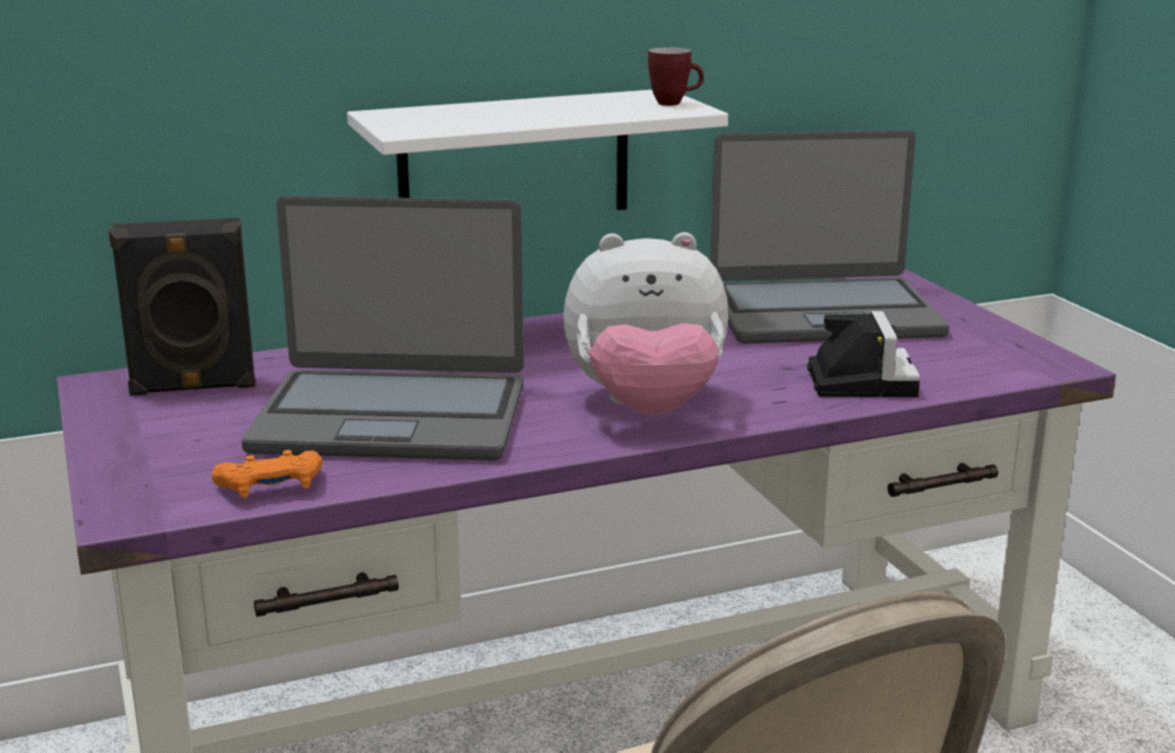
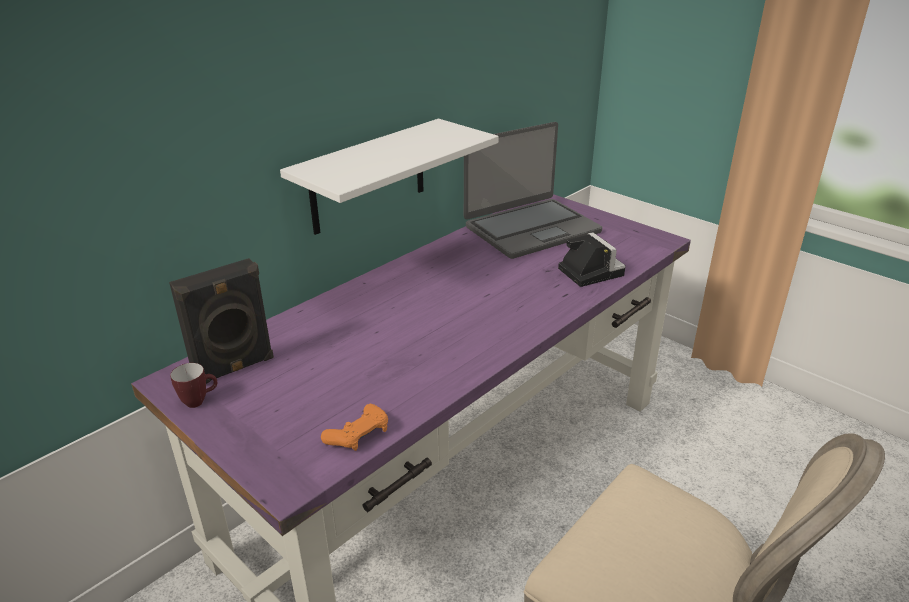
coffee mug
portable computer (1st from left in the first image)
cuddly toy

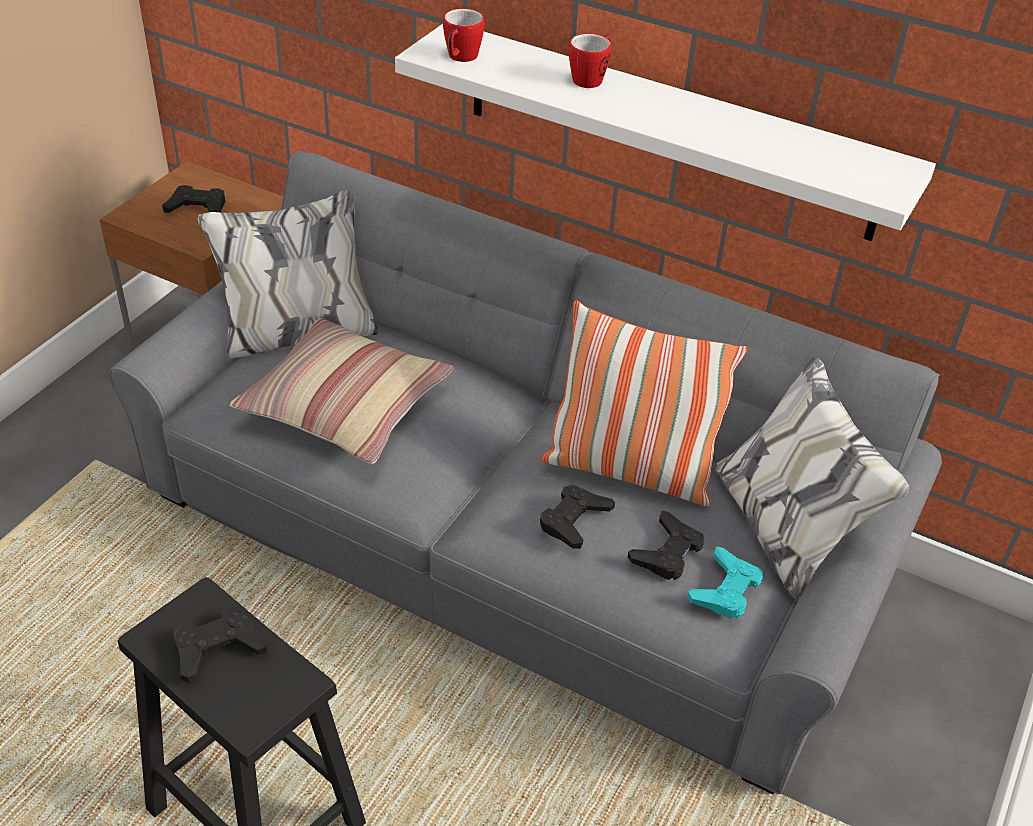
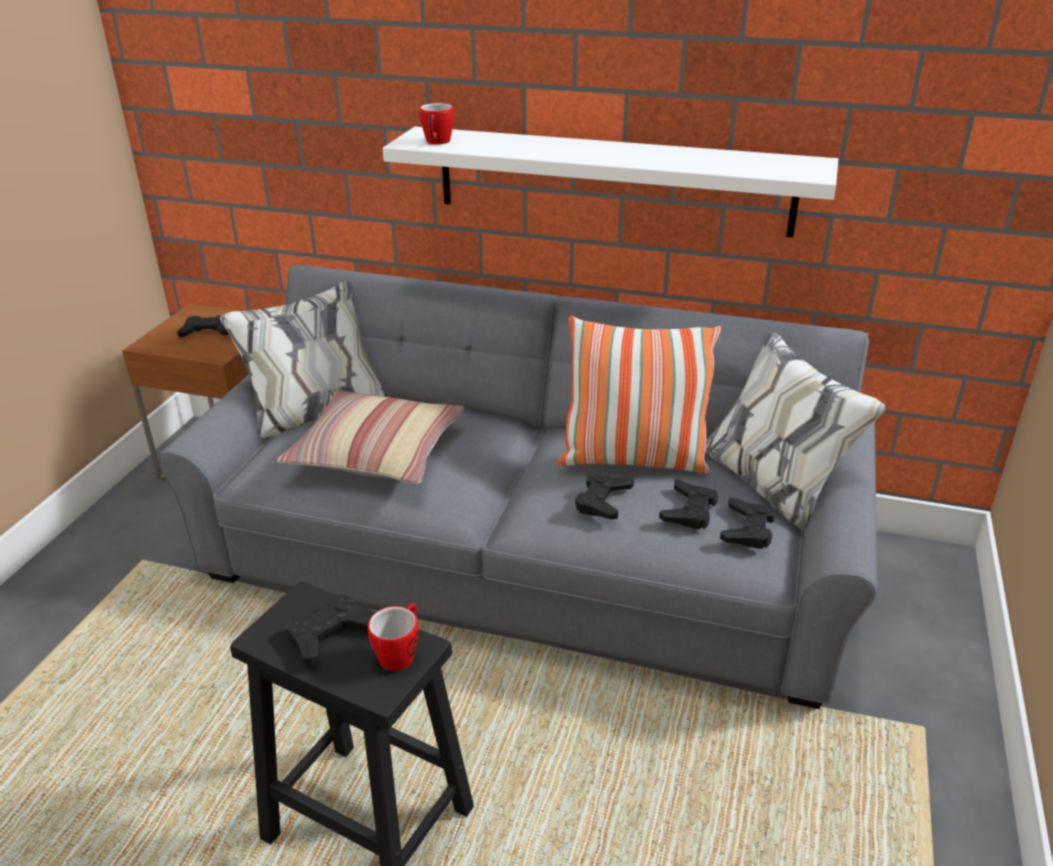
coffee mug (1st from left)
gamepad in black-coloured (5th from left)

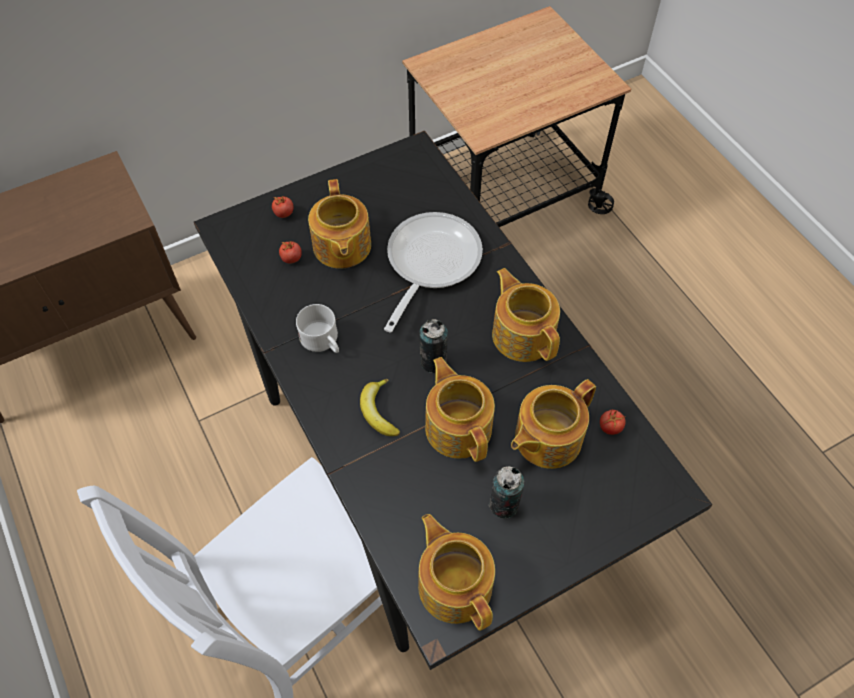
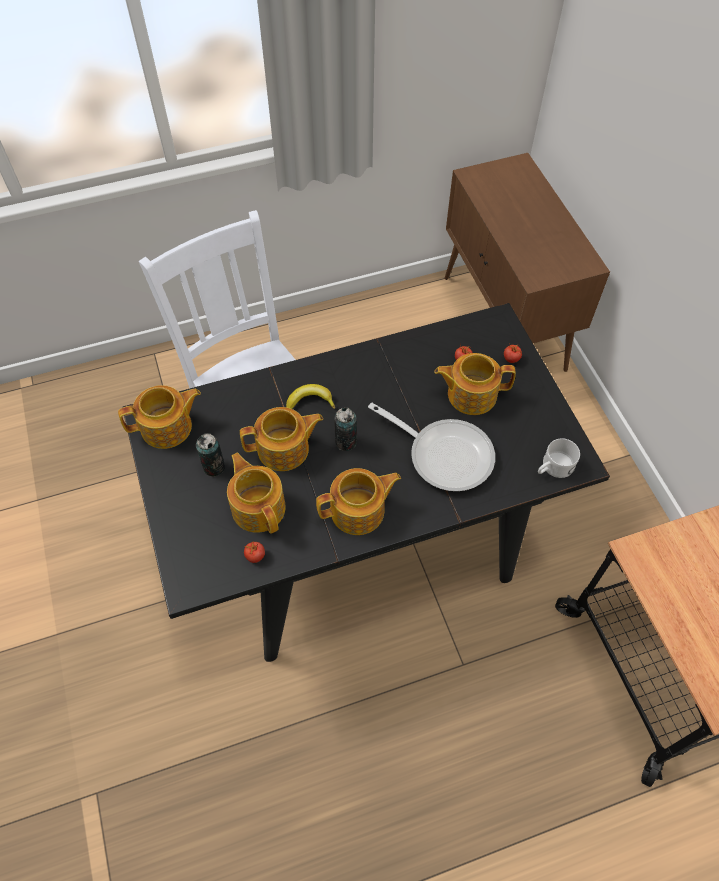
coffee mug in white

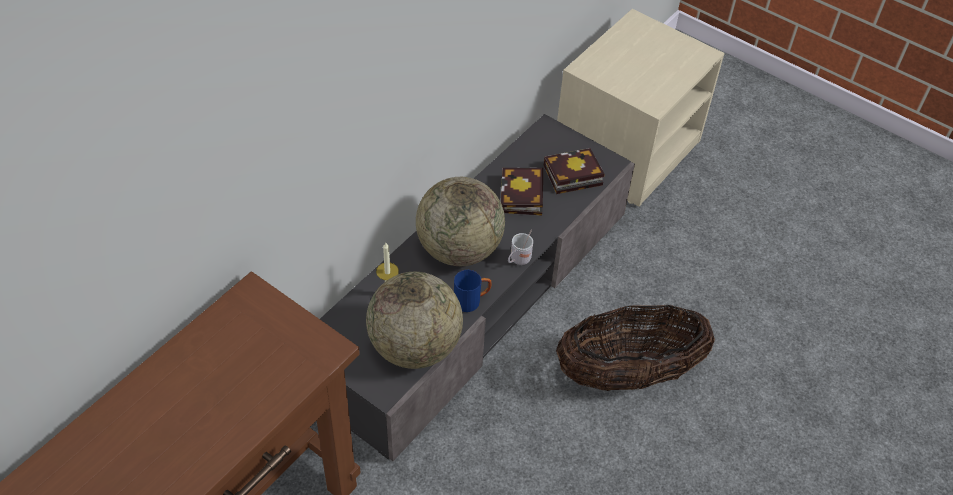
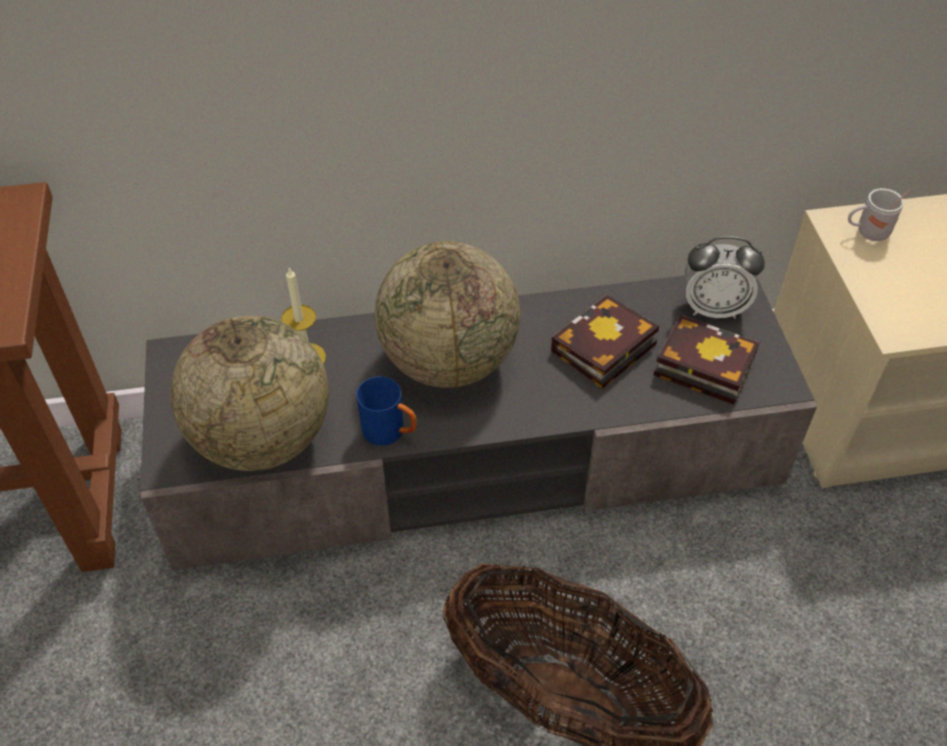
coffee mug in white
alarm clock

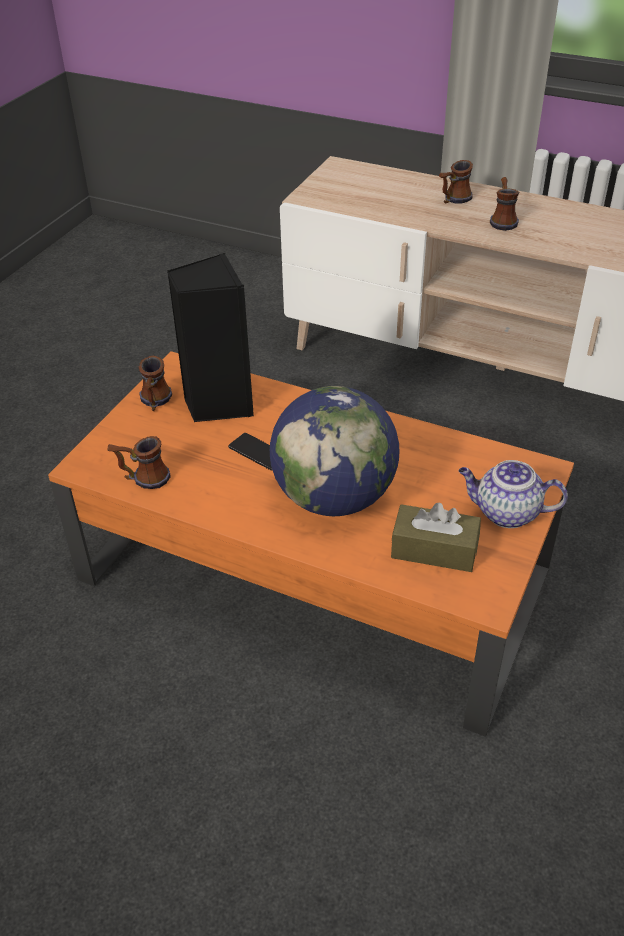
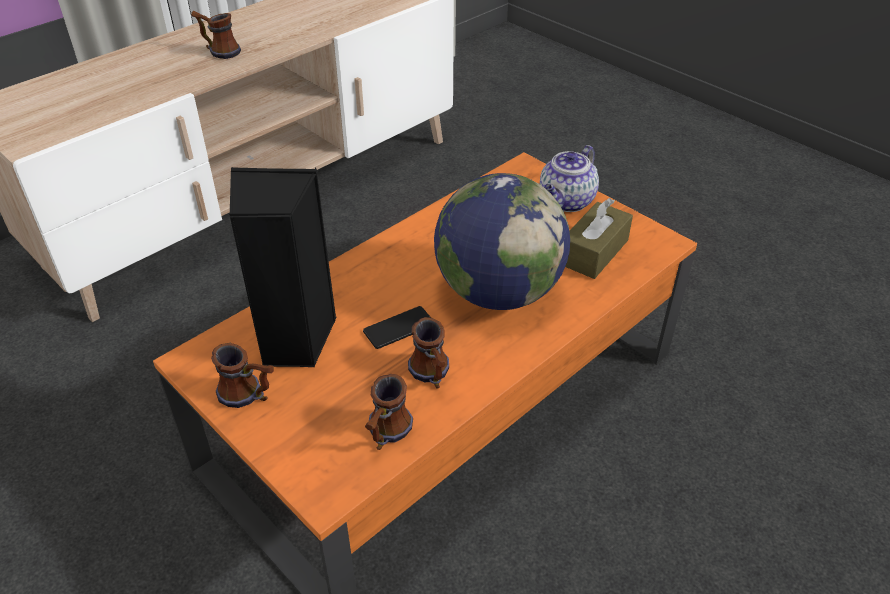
coffee mug (4th from left)

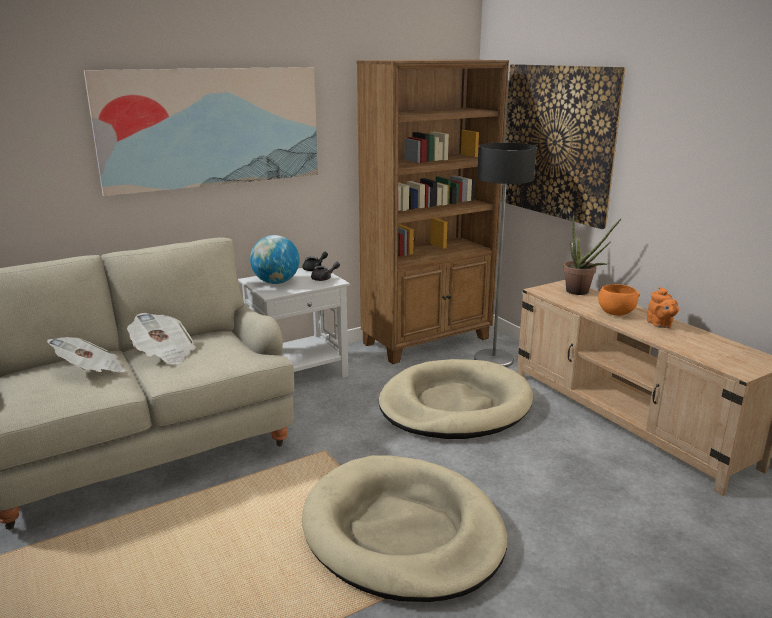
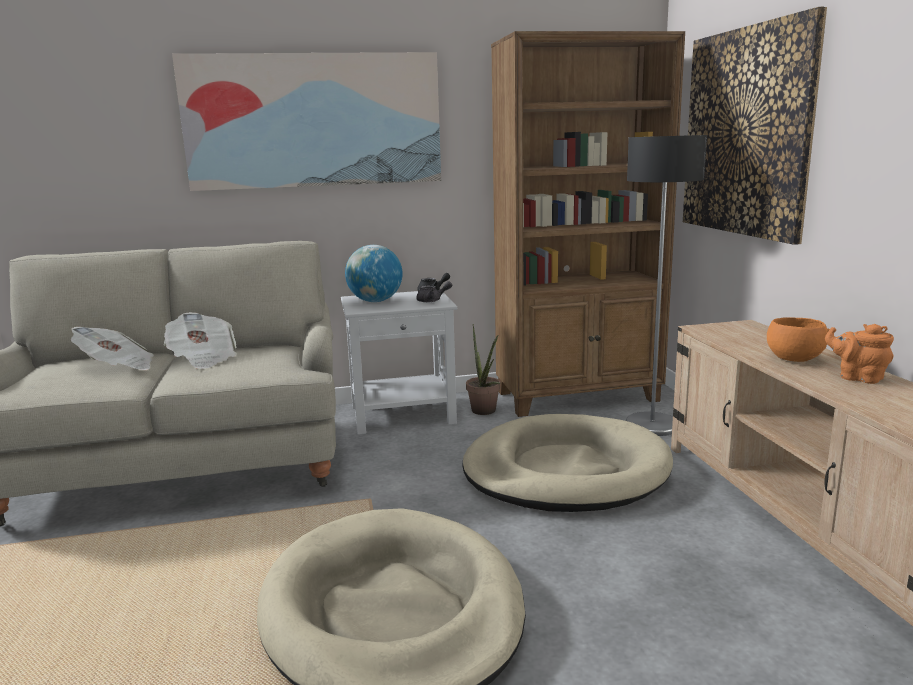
potted plant
teapot in orange

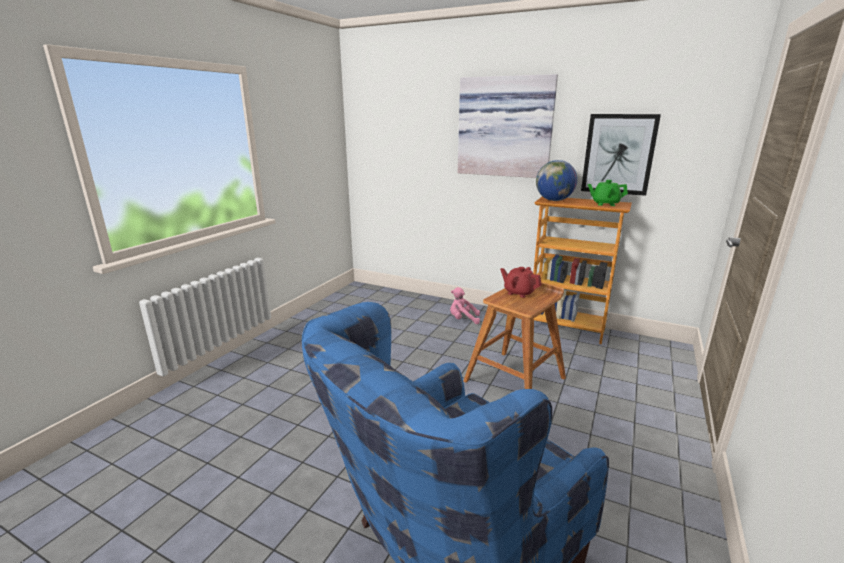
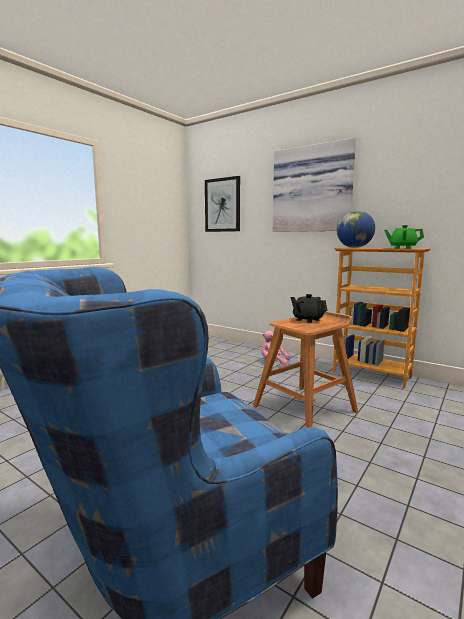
wall picture (1st from left)
teapot in black-coloured

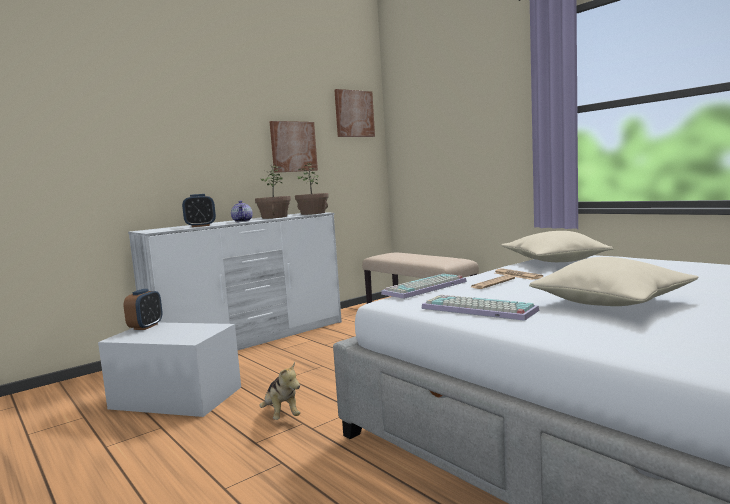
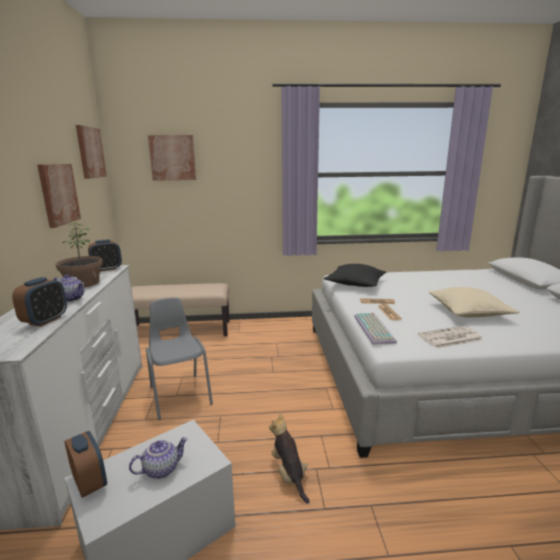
alarm clock (3rd from left)
cushion in black-coloured
printed paper (3rd from left)
cuddly toy
wall picture (3rd from left)
plain chair in gray
teapot (2nd from left)

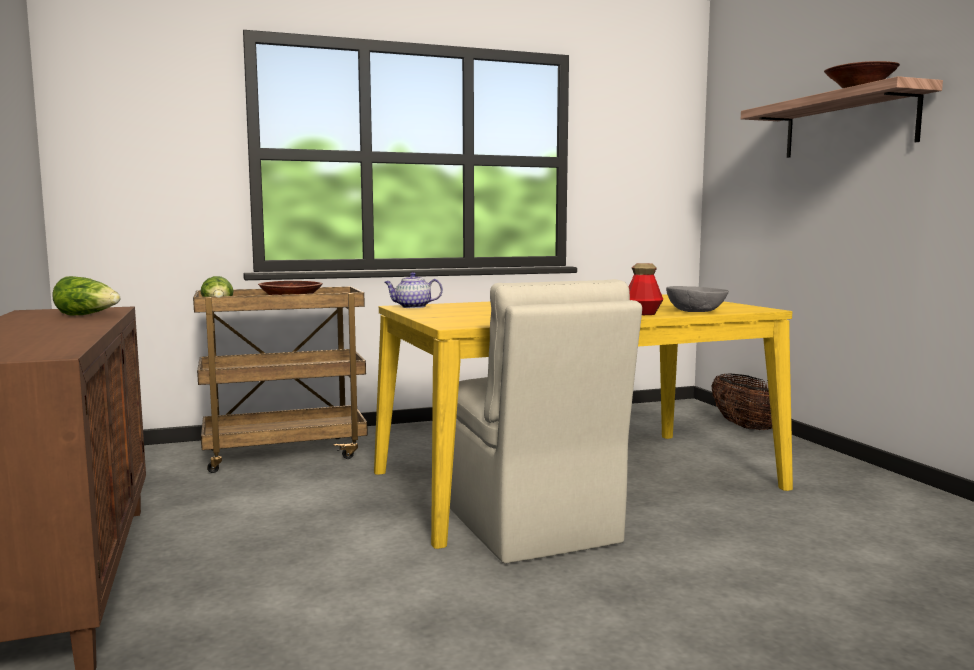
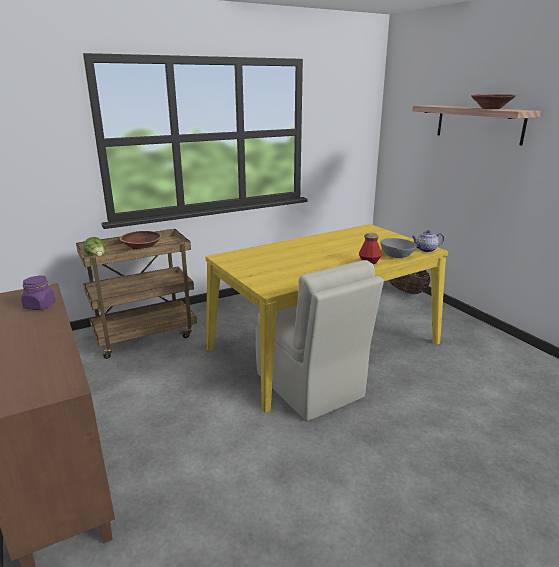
teapot
storage jar in purplish

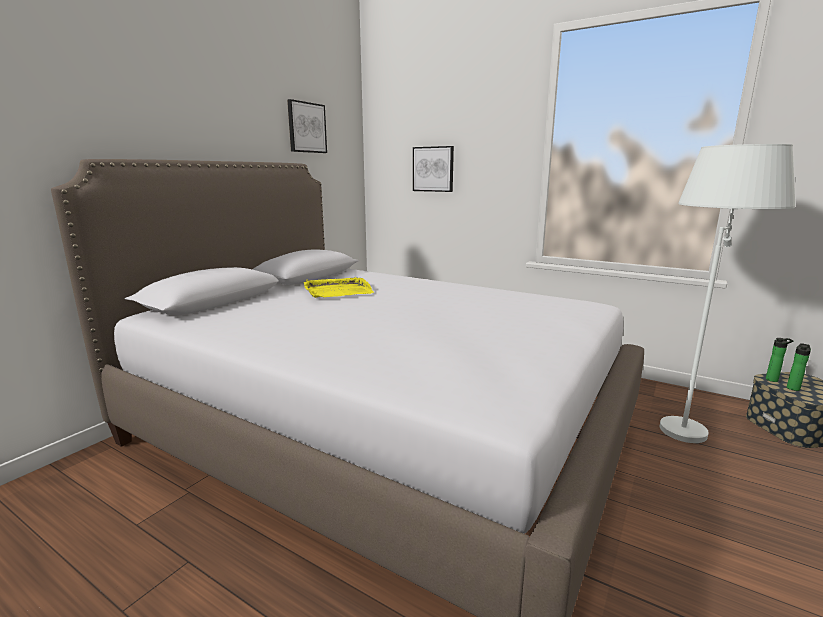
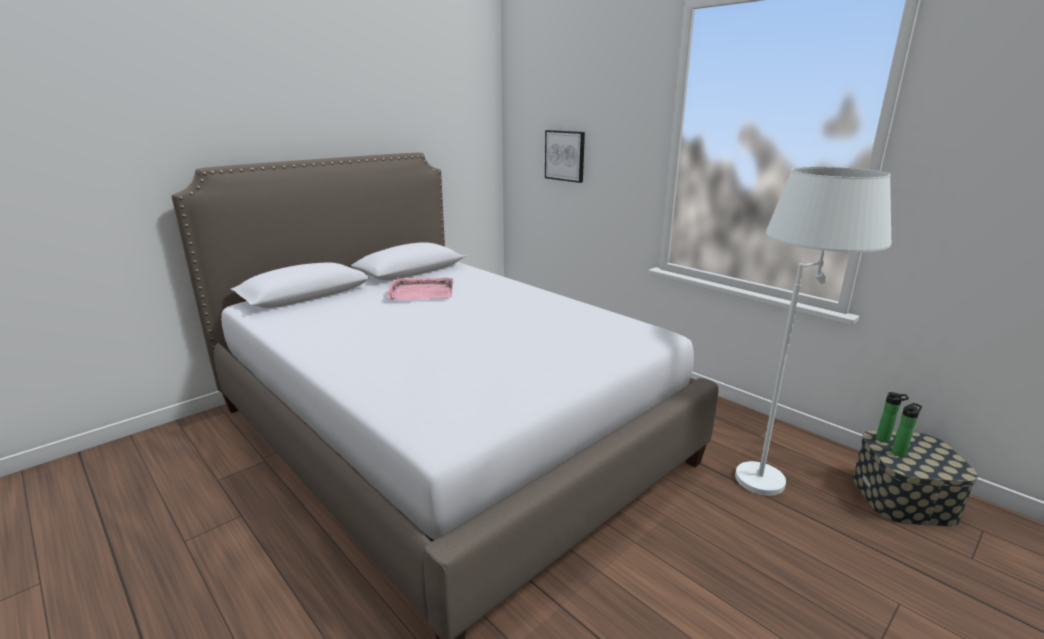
wall picture (1st from left in the first image)
serving tray in pink

